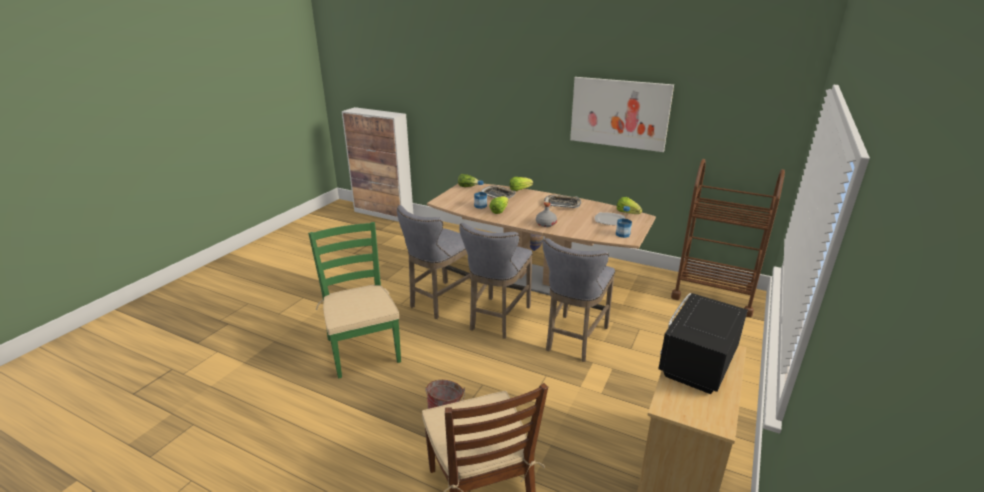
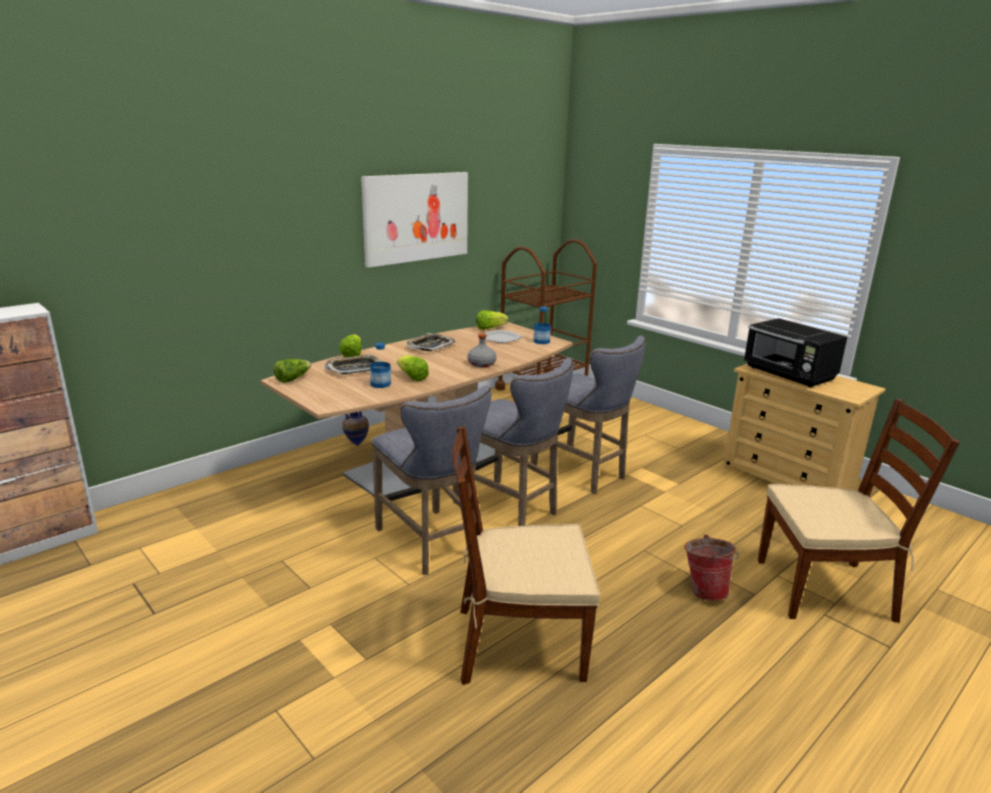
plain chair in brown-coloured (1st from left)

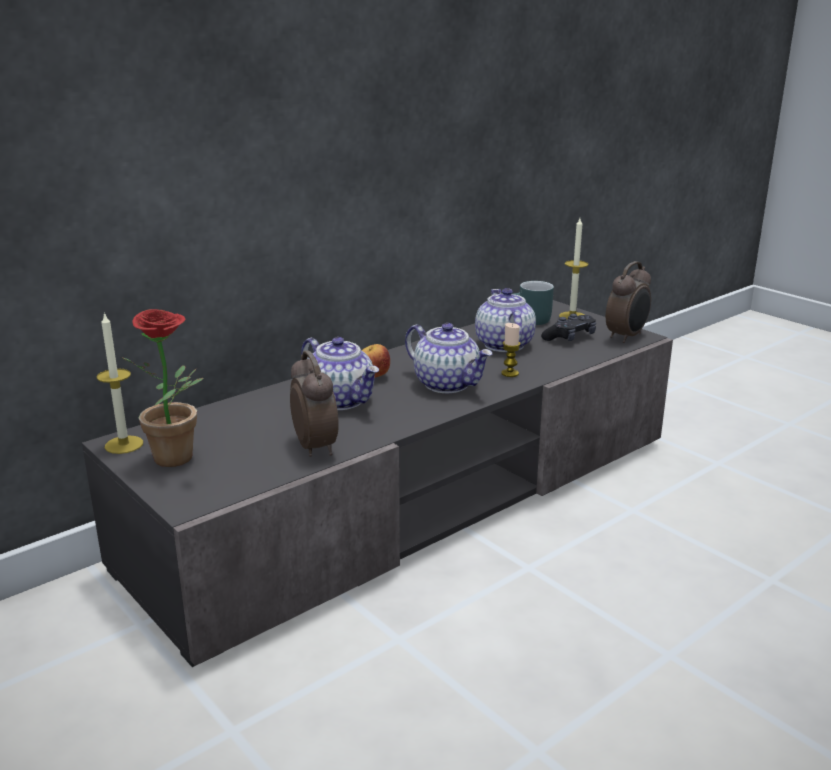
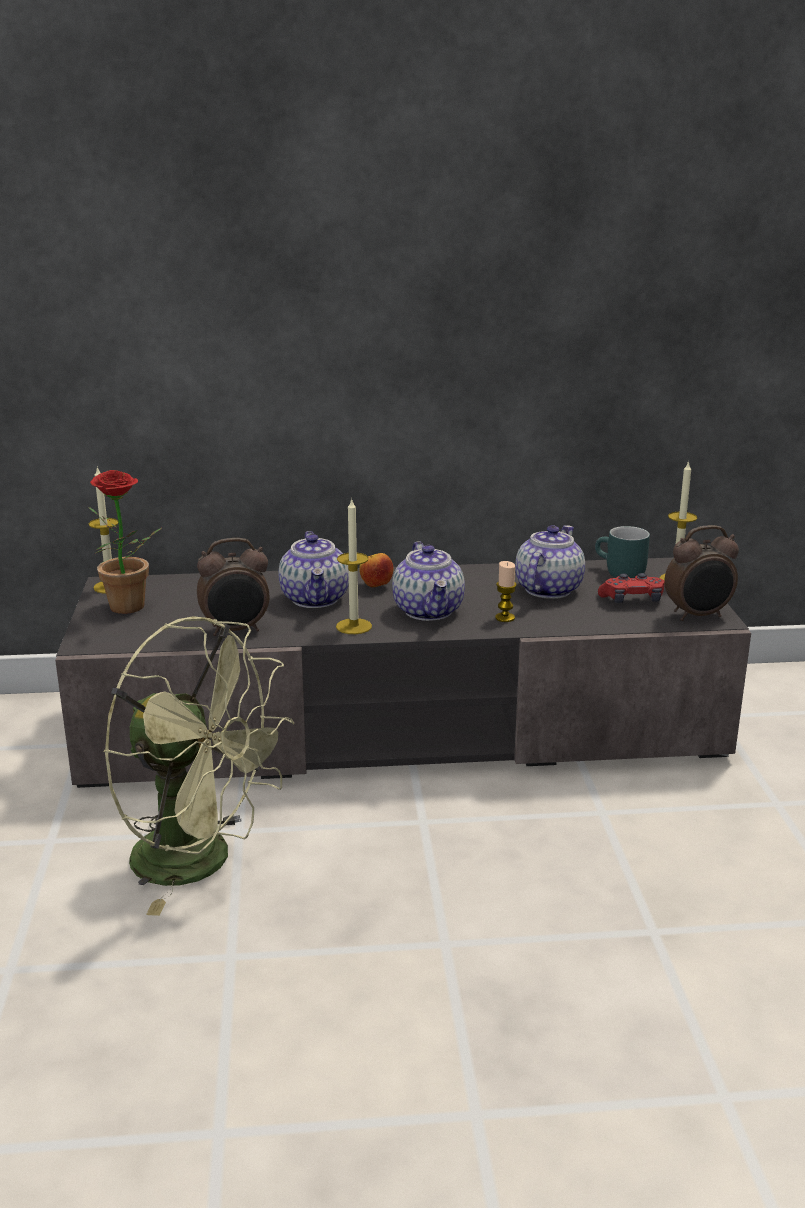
gamepad in red-coloured
alarm clock (1st from left)
wax light (2nd from left)
cooling fan in green-coloured

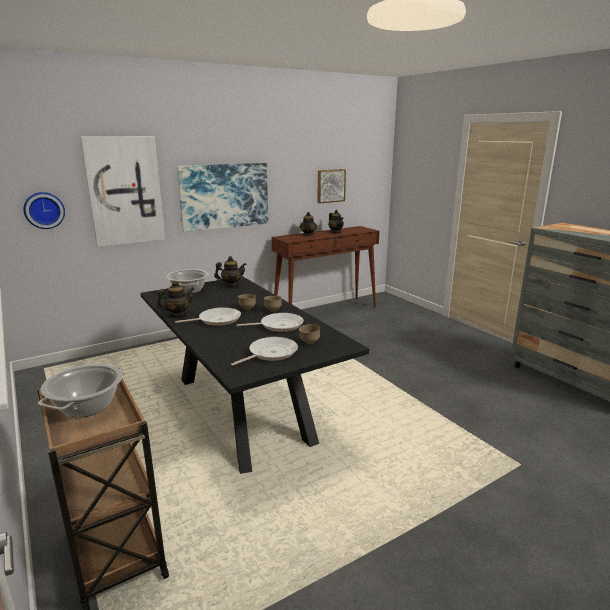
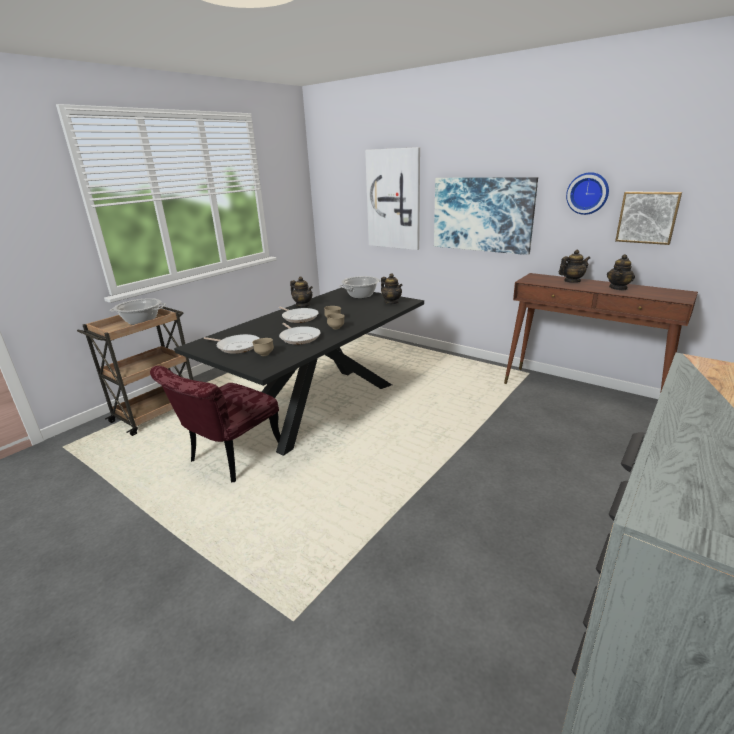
clock on the wall
plain chair in red-coloured

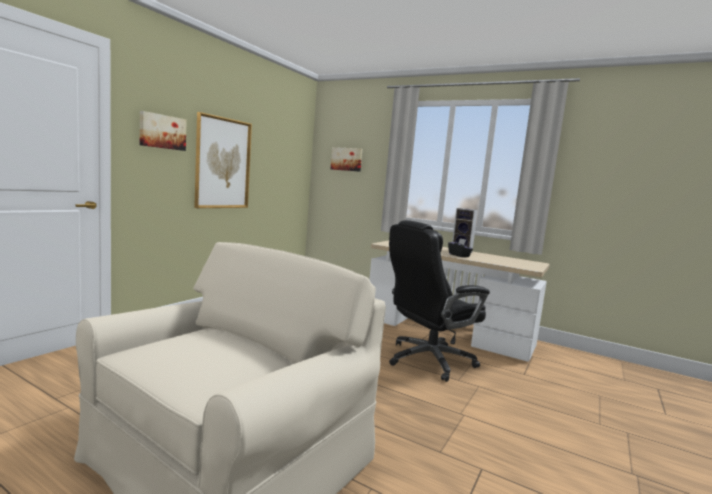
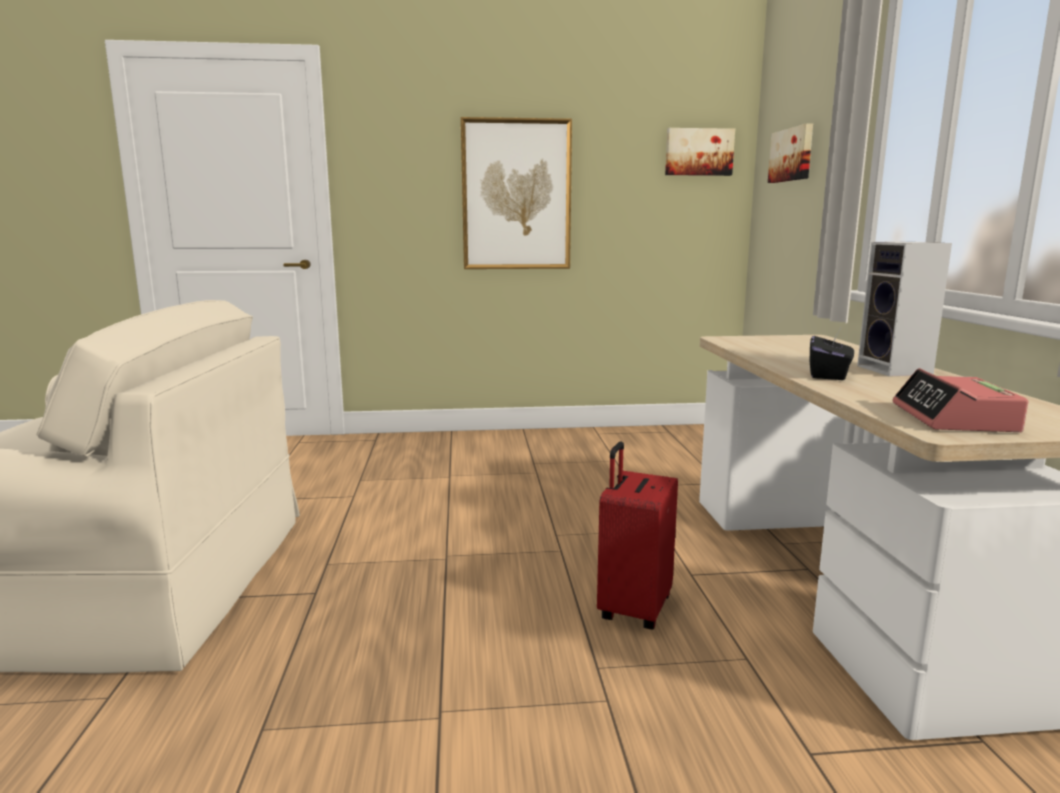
wall picture (2nd from left)
suitcase in red-coloured
alarm clock

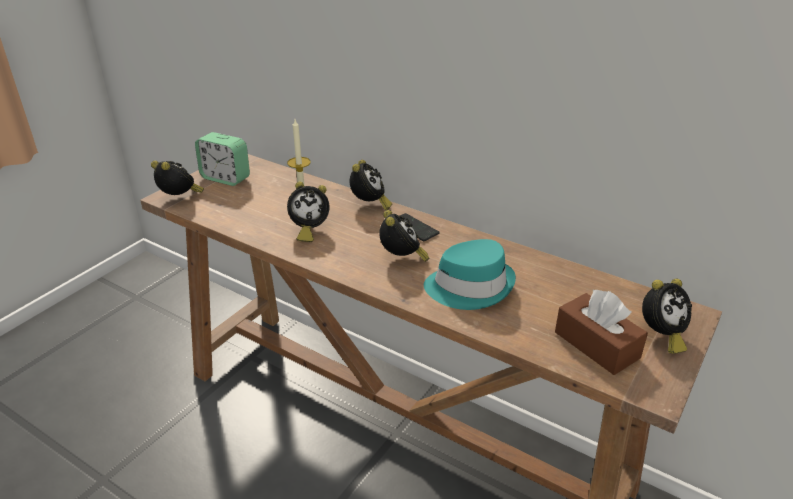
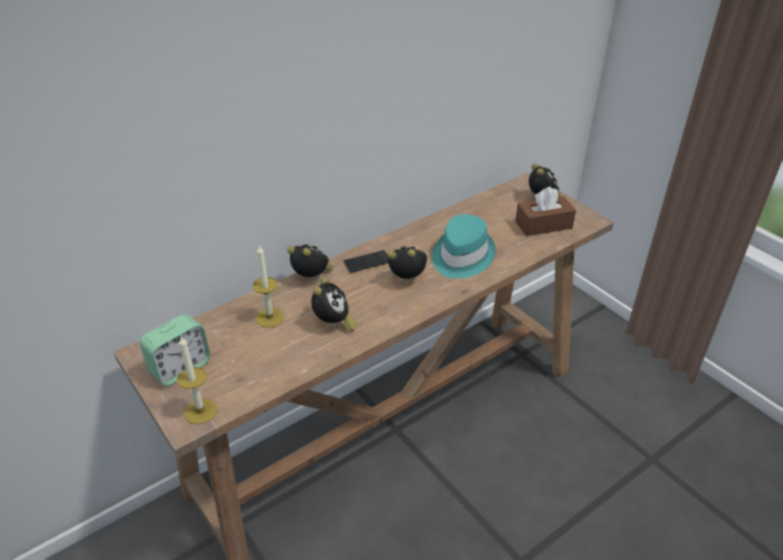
wax light (1st from left)

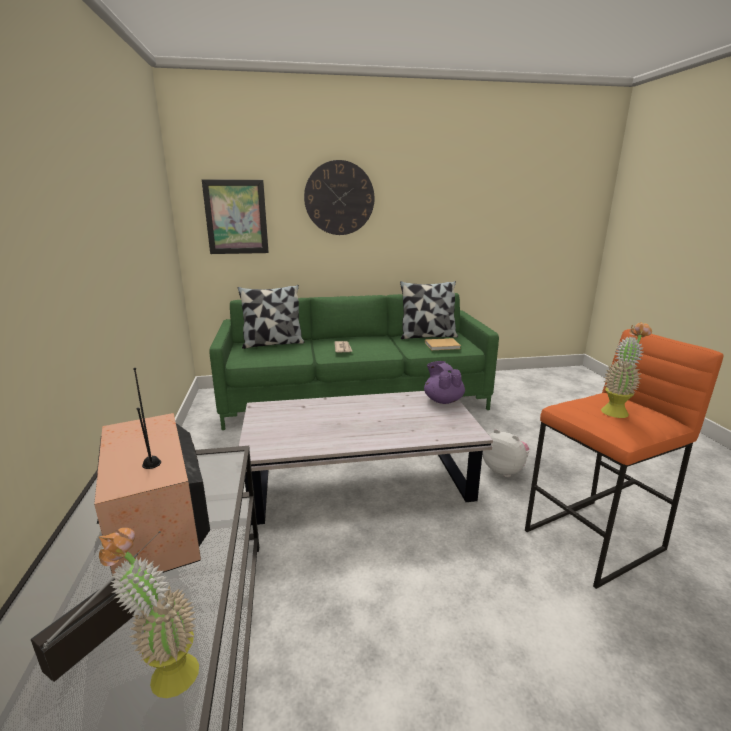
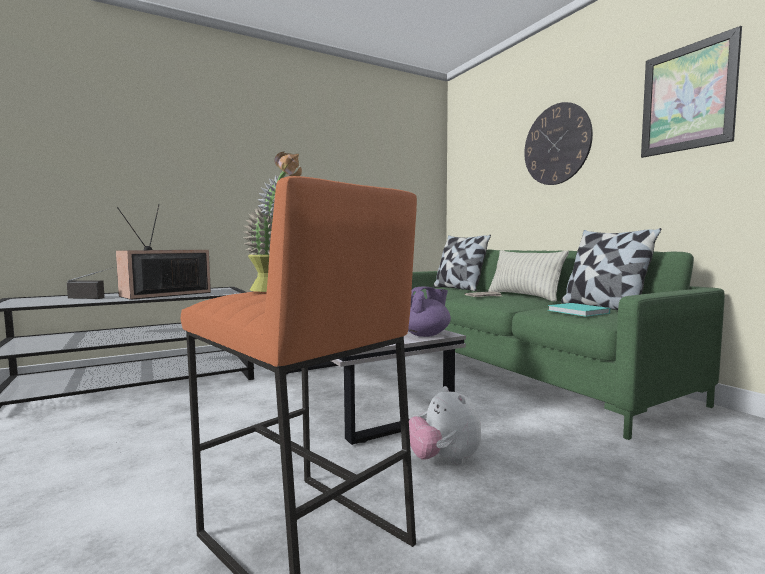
wall picture
volume in blue-green
cuddly toy
potted plant (1st from left in the first image)
cushion (2nd from left)

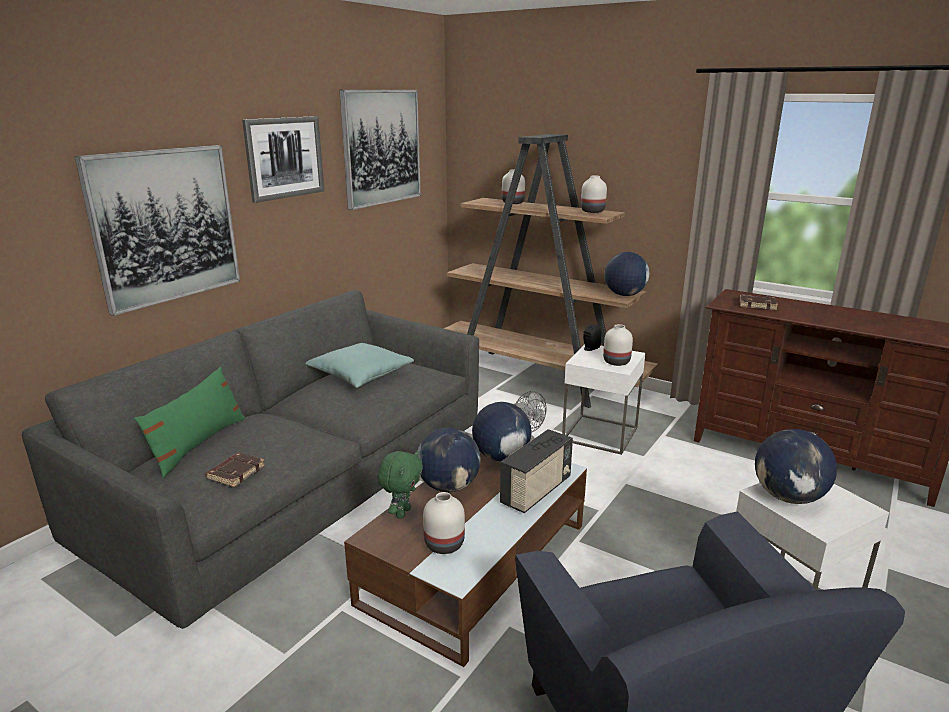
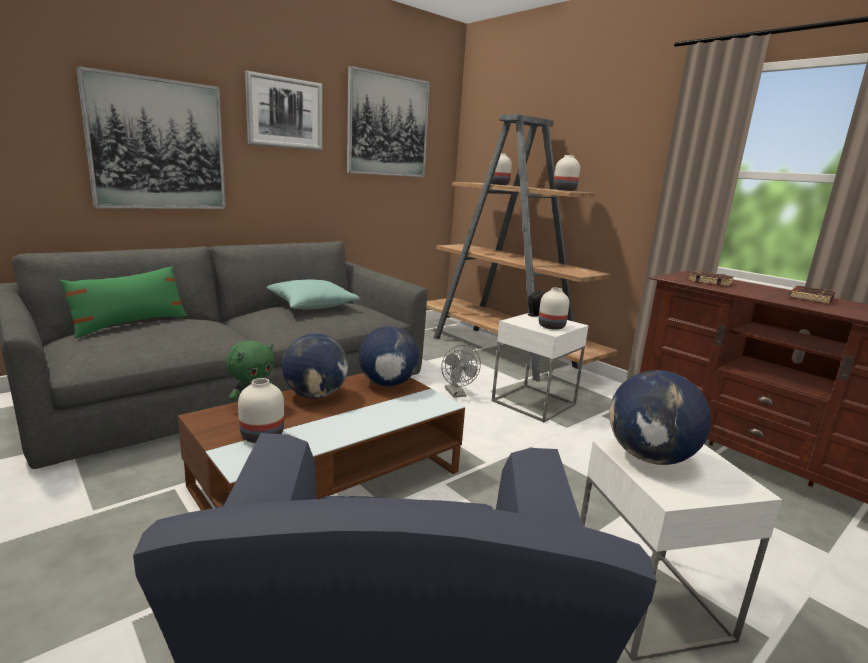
world globe (3rd from left in the first image)
radio
volume in brown-coloured (2nd from left)

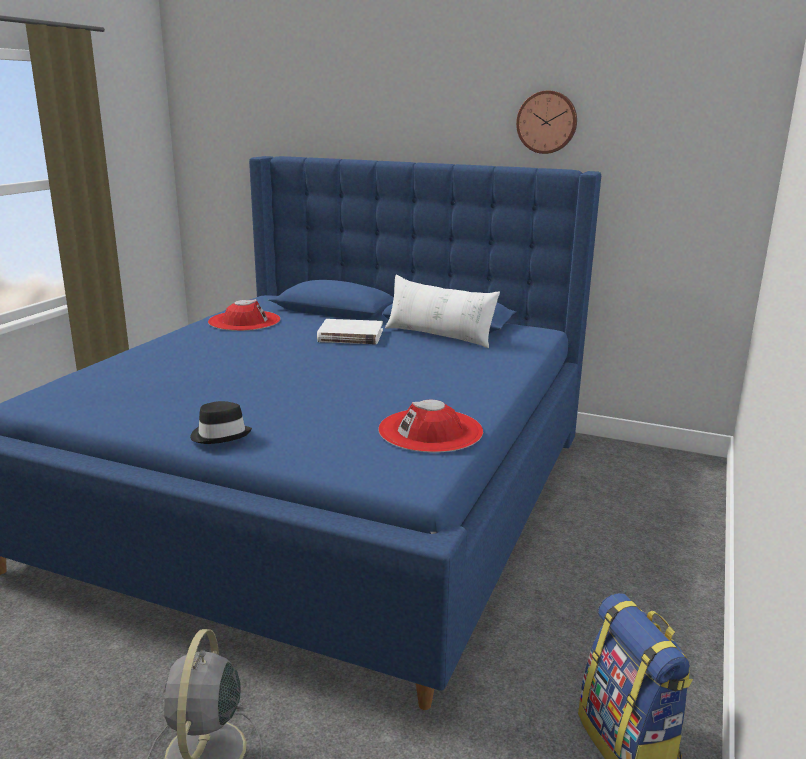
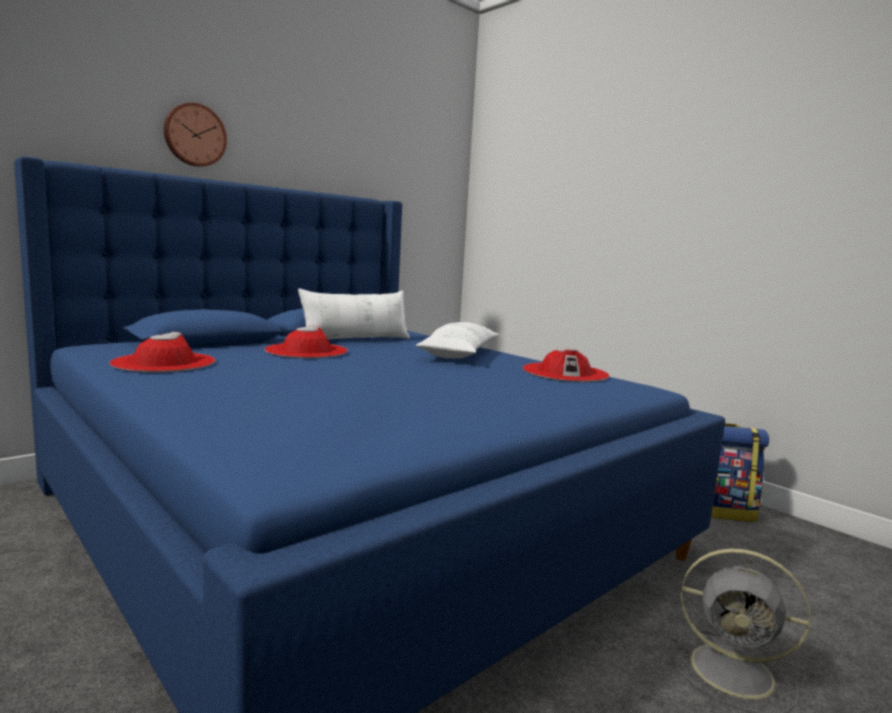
clock on the wall
clothing hat in red-coloured (2nd from left)
clothing hat in black-coloured
cushion in white (2nd from left)

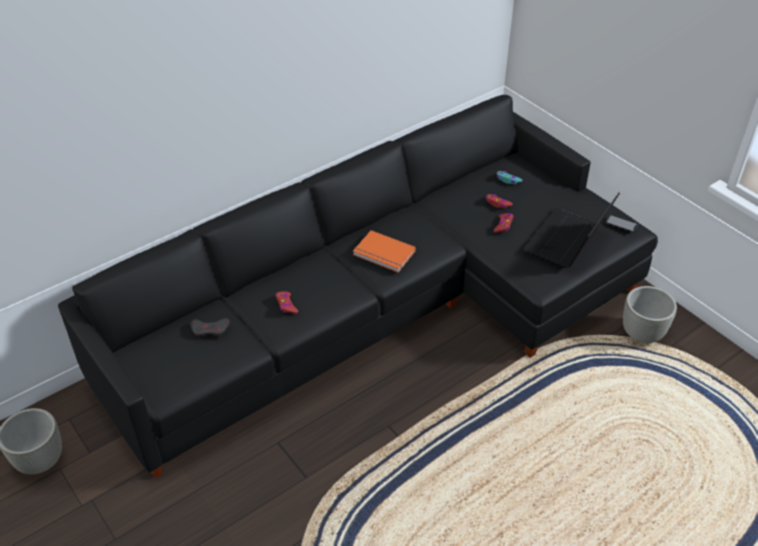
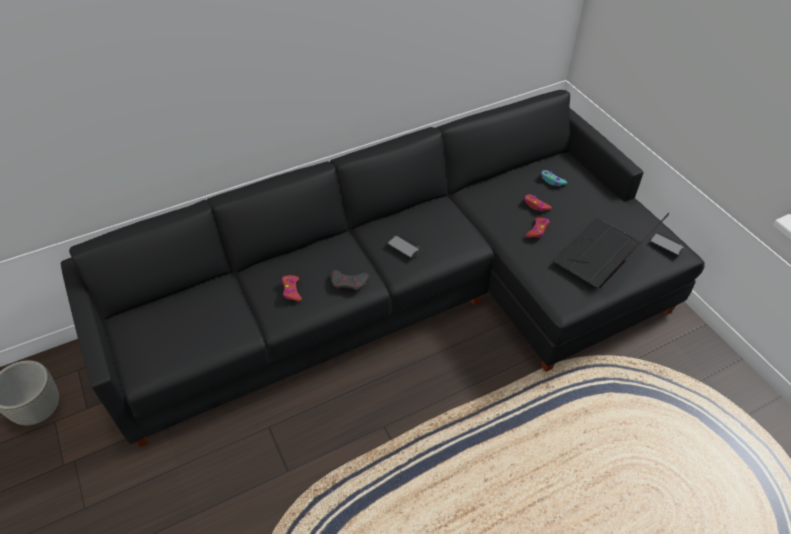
telephone (1st from left)
plant pot in gray (2nd from left in the first image)
gamepad in gray

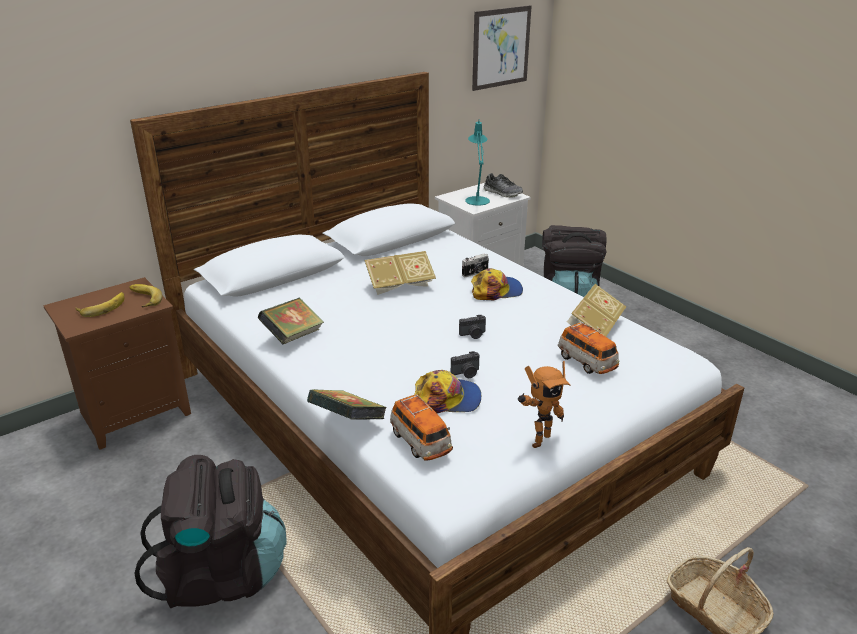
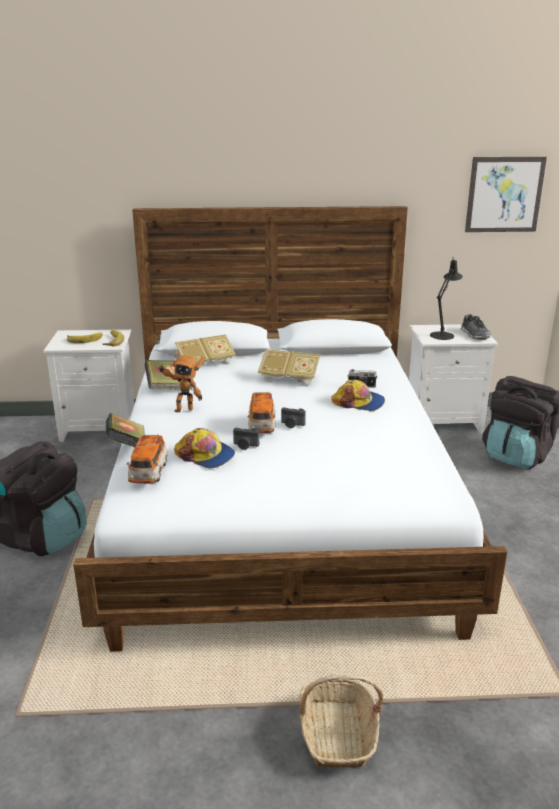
tabletop lamp in black-coloured
bedside table in white (1st from left)
volume (3rd from left)
model car (2nd from left)
robot figure

